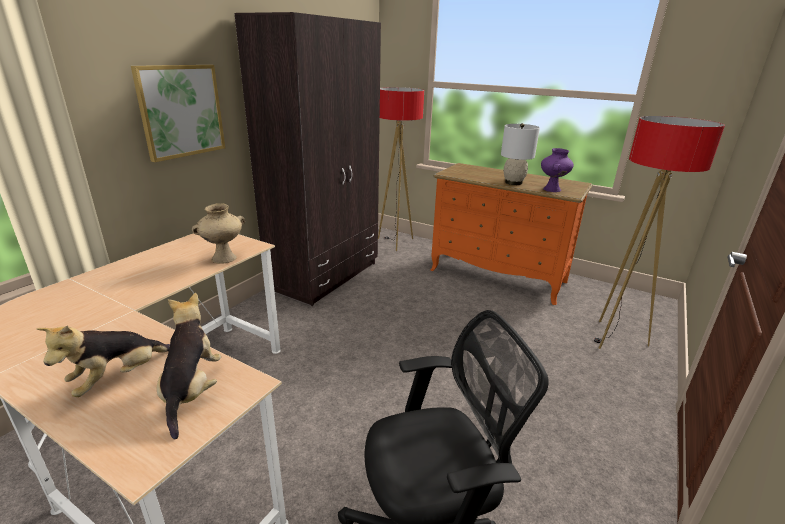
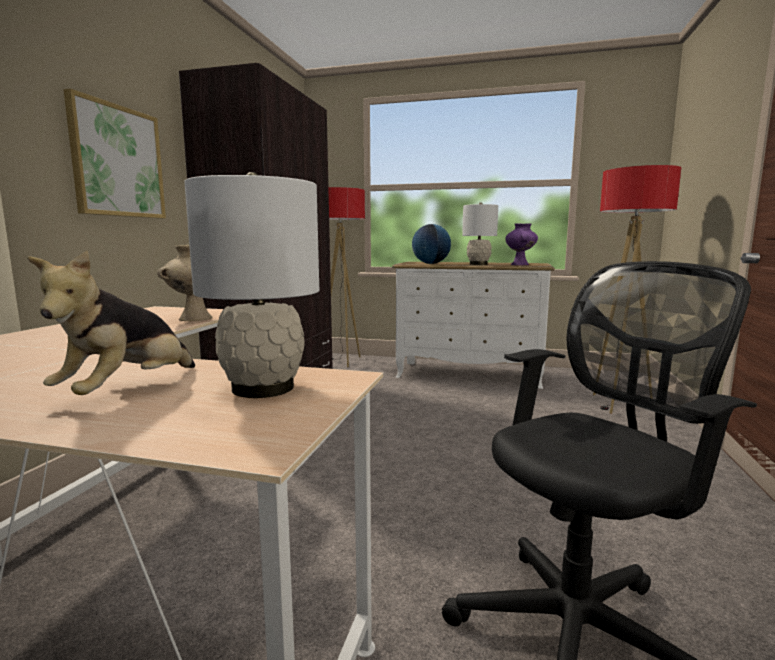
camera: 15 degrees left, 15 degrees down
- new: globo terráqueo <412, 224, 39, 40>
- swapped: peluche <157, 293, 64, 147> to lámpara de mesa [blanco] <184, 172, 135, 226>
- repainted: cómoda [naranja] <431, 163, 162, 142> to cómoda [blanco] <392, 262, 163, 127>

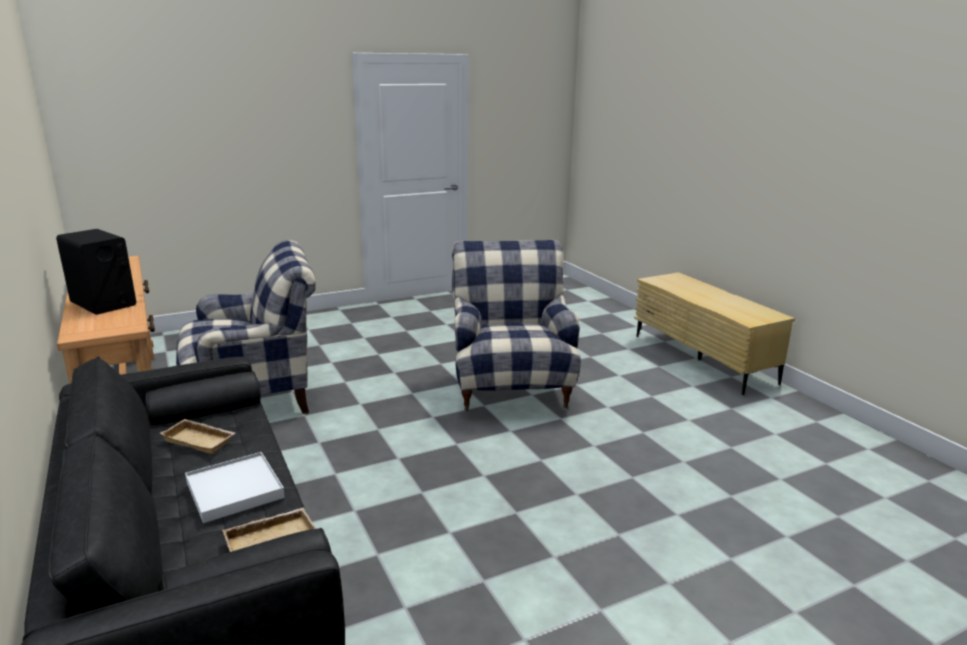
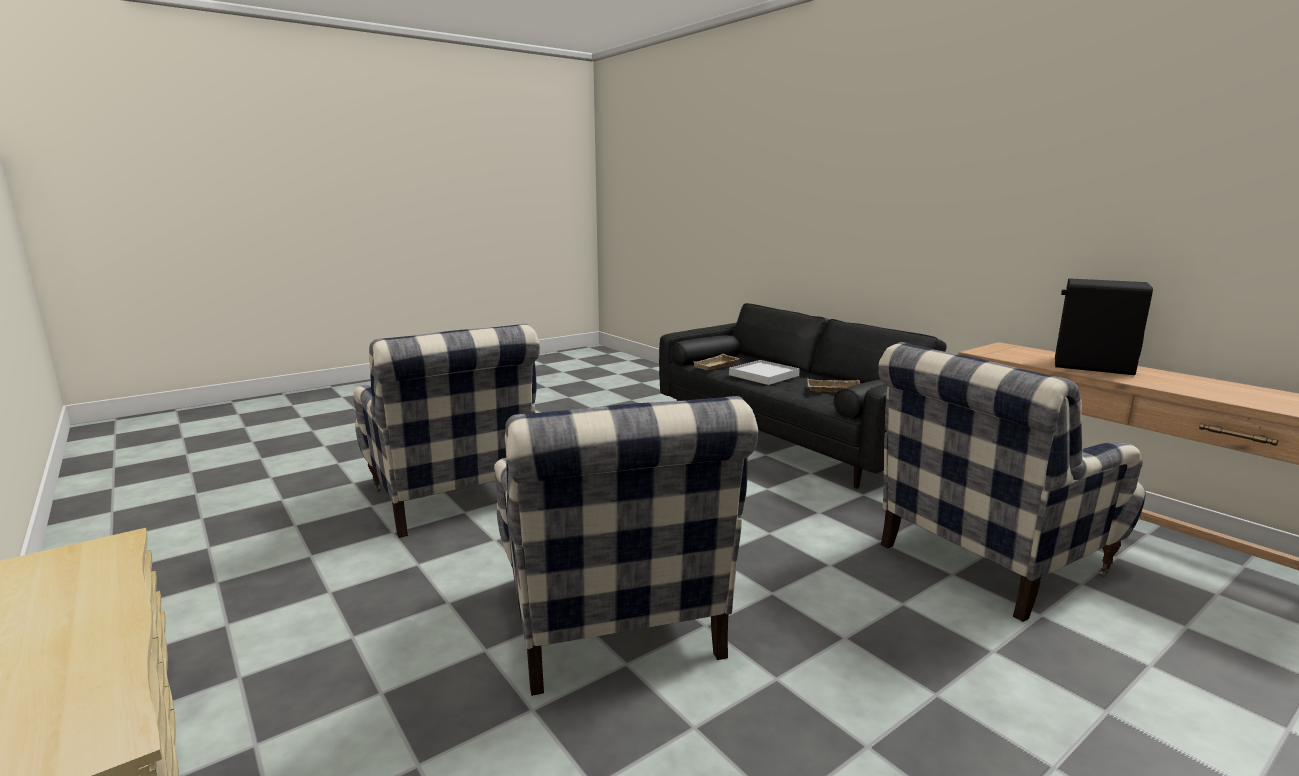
camera: 170 degrees right, 5 degrees down
- new: sillón <353, 324, 187, 214>

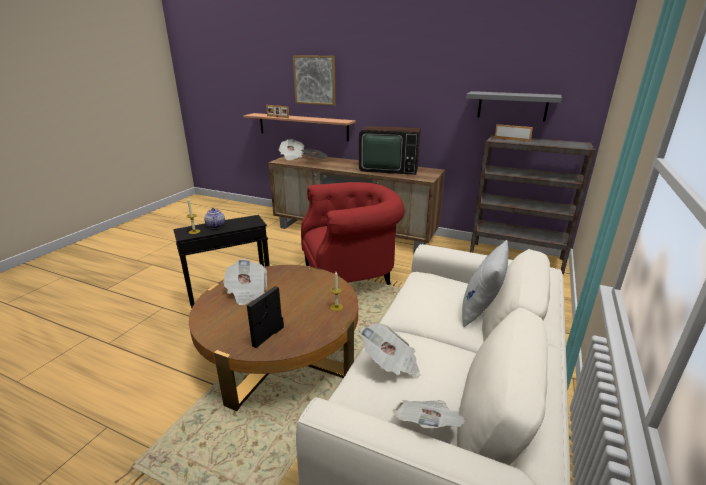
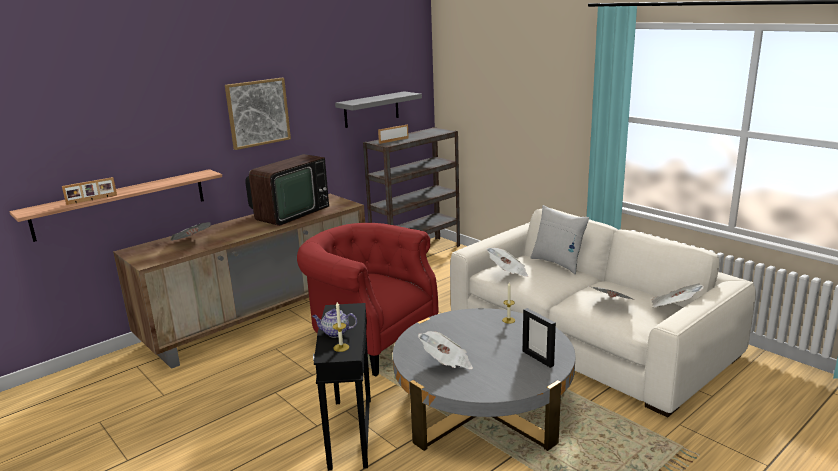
camera: 65 degrees left, 5 degrees down
- shifted: periódico <278, 139, 26, 21> to <486, 248, 42, 29>
- shifted: cuadro <293, 55, 43, 50> to <225, 78, 66, 72>
- repainted: mesa de centro [marrón] <189, 265, 169, 146> to mesa de centro [gris] <393, 308, 183, 143>
- rotated: sillón [rojo] <301, 182, 103, 103> = <297, 223, 141, 154> 60 degrees counterclockwise

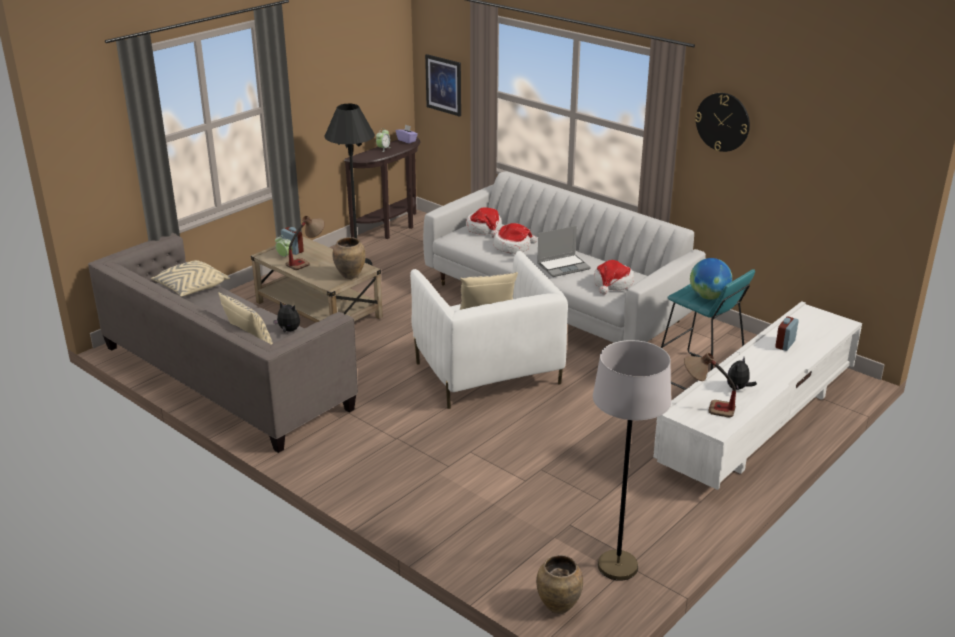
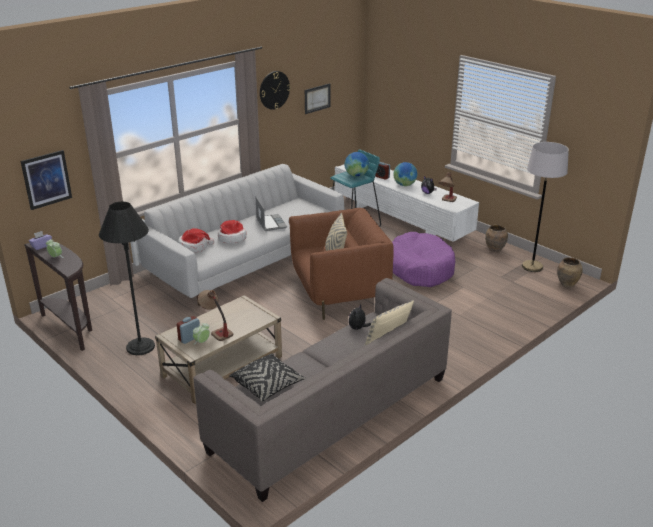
camera: 85 degrees left, 0 degrees up
- gone: sombrero <594, 260, 40, 34>
- new: cuadro <305, 83, 25, 31>
- new: cama para perro [morado] <392, 232, 63, 55>
- new: globo terráqueo <393, 162, 25, 24>
- shifted: florero [marrón] <332, 237, 34, 42> to <485, 224, 23, 28>
- repainted: cojín [beis] <151, 260, 79, 37> to cojín [negro] <229, 353, 77, 48>
- repainted: sillón [blanco] <410, 251, 158, 158> to sillón [marrón] <289, 208, 105, 112>

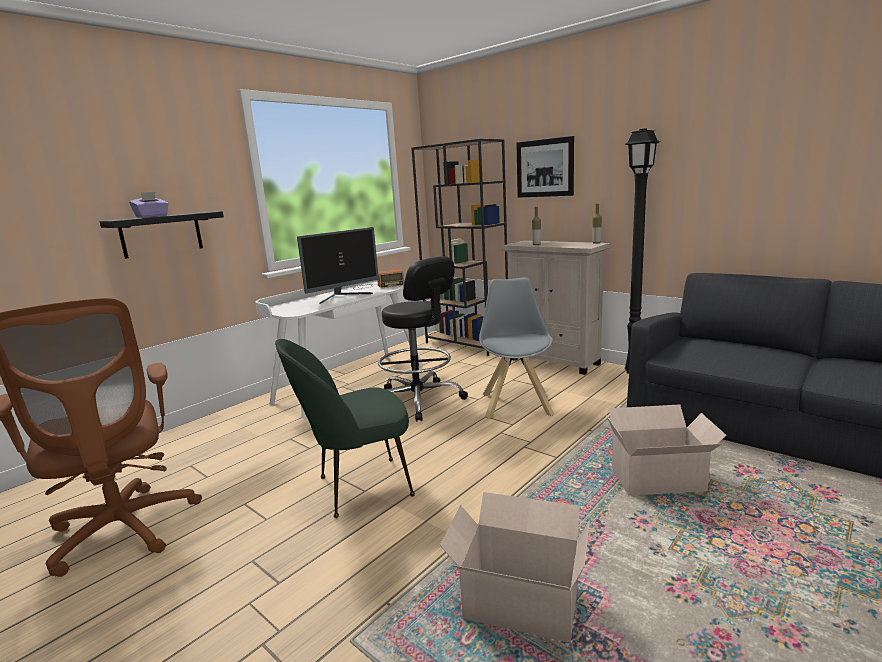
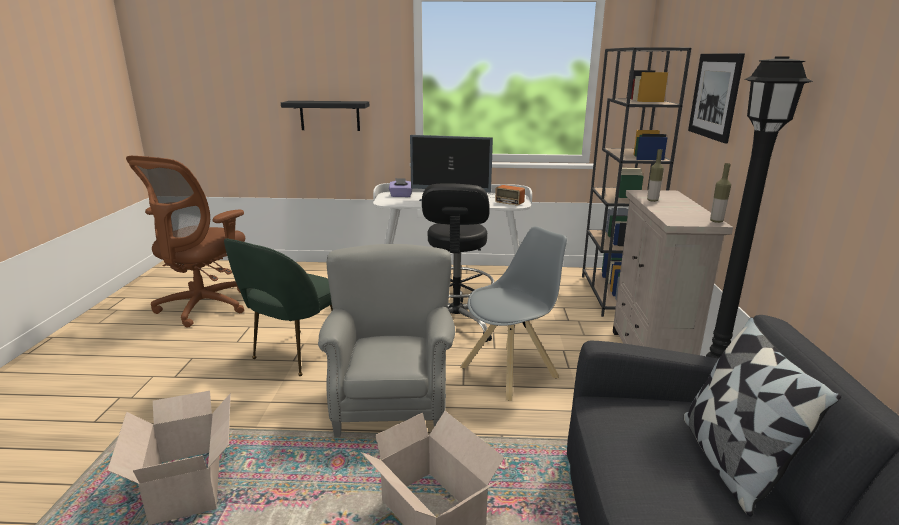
camera: 50 degrees right, 5 degrees up
- new: sillón [gris] <318, 244, 137, 193>
- new: cojín <683, 317, 158, 199>
- shifted: caja de pañuelos [morado] <129, 192, 40, 25> to <389, 178, 24, 19>
- rotated: silla [verde] <275, 339, 140, 179> = <224, 238, 109, 138> 90 degrees counterclockwise

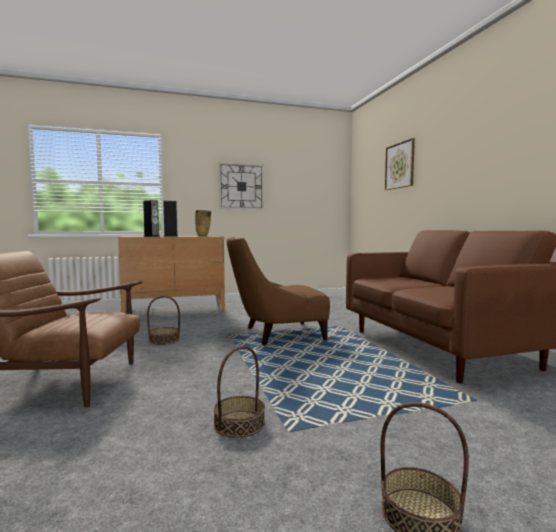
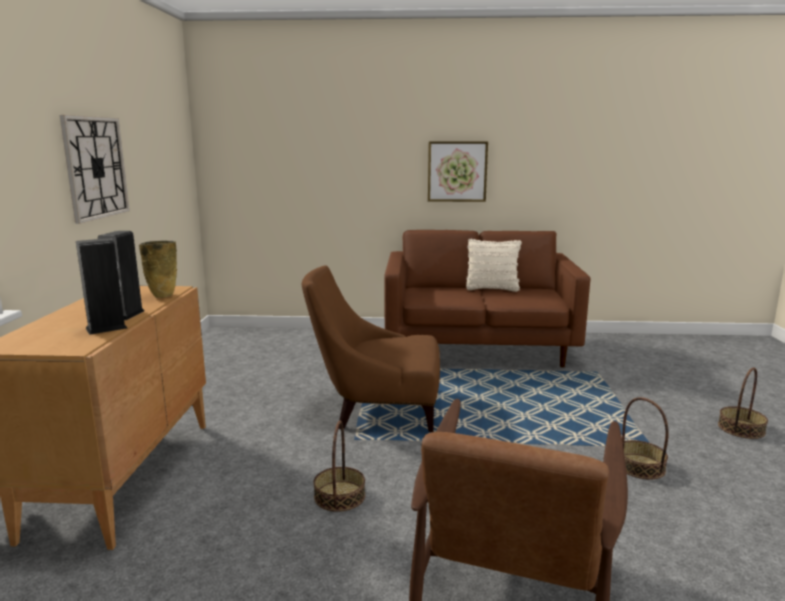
camera: 70 degrees left, 10 degrees up
- new: cojín [beis] <466, 239, 56, 53>
- shifted: cuadro <385, 138, 30, 52> to <428, 141, 60, 61>
- rotated: sillón [marrón] <226, 237, 104, 109> = <302, 265, 138, 167> 90 degrees clockwise

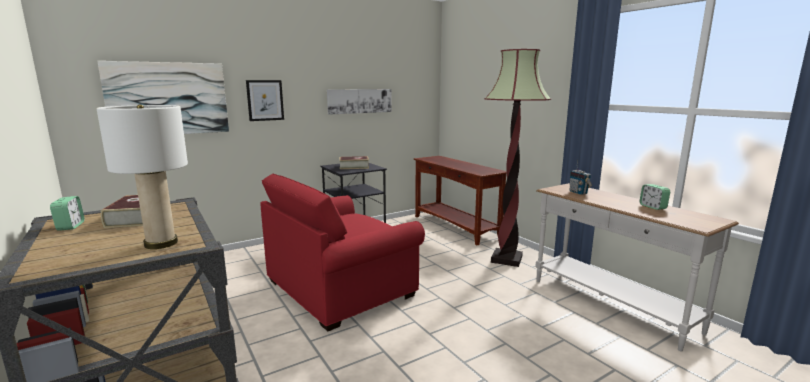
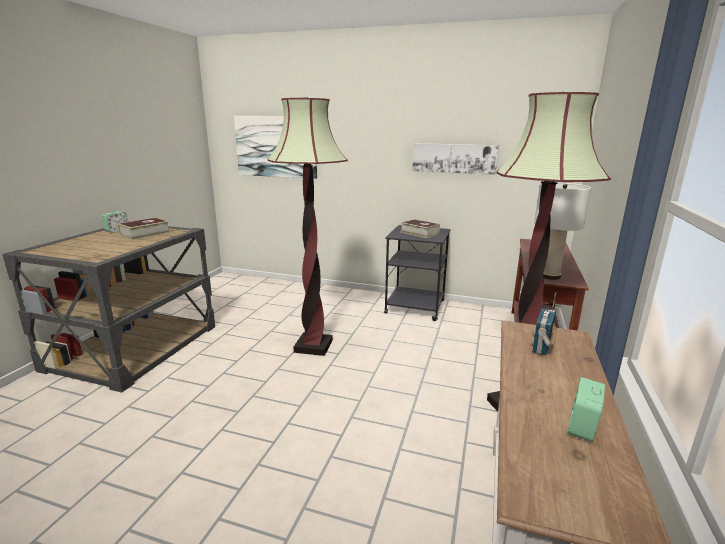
camera: 50 degrees right, 5 degrees up
- gone: cuadro <246, 80, 38, 41>
- shifted: lámpara de mesa [blanco] <97, 105, 91, 144> to <534, 183, 57, 97>
- swapped: sillón [rojo] <260, 173, 165, 158> to lámpara de pie <268, 97, 80, 259>

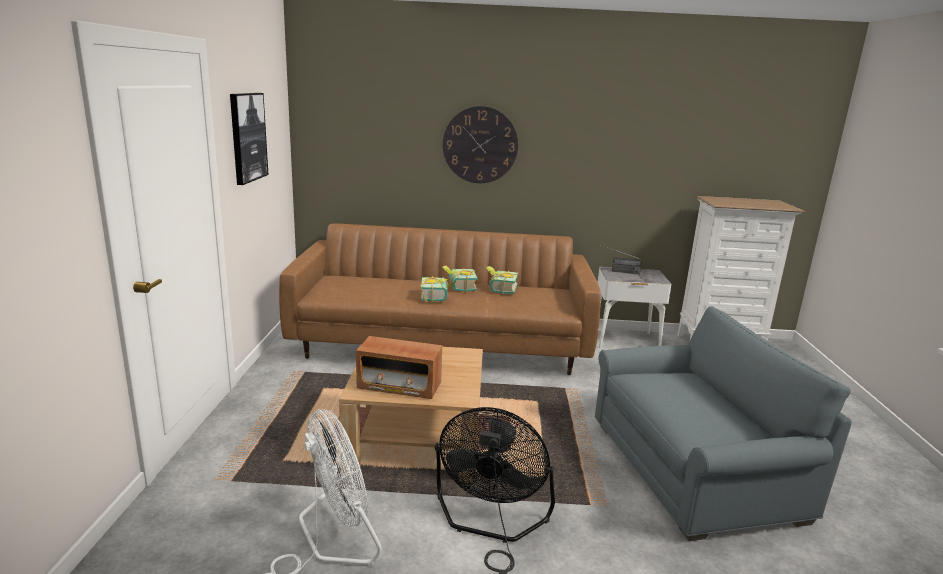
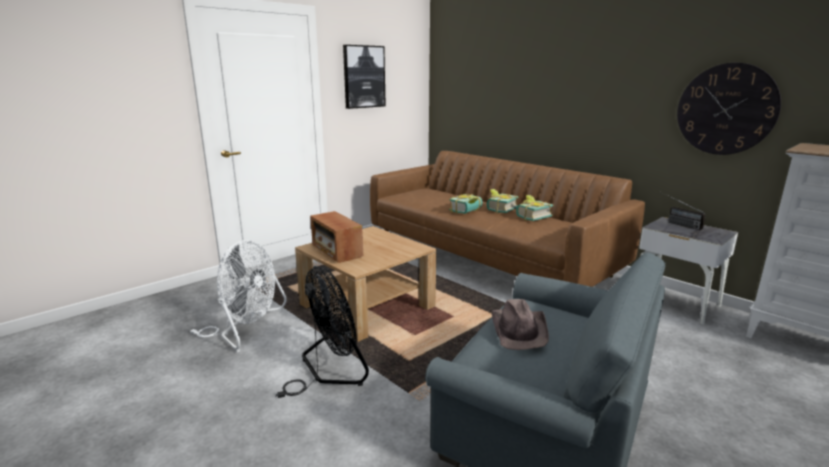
camera: 45 degrees right, 0 degrees up
- new: sombrero [marrón] <491, 299, 58, 51>
- shifted: reloj de pared <443, 106, 75, 77> to <677, 63, 104, 92>

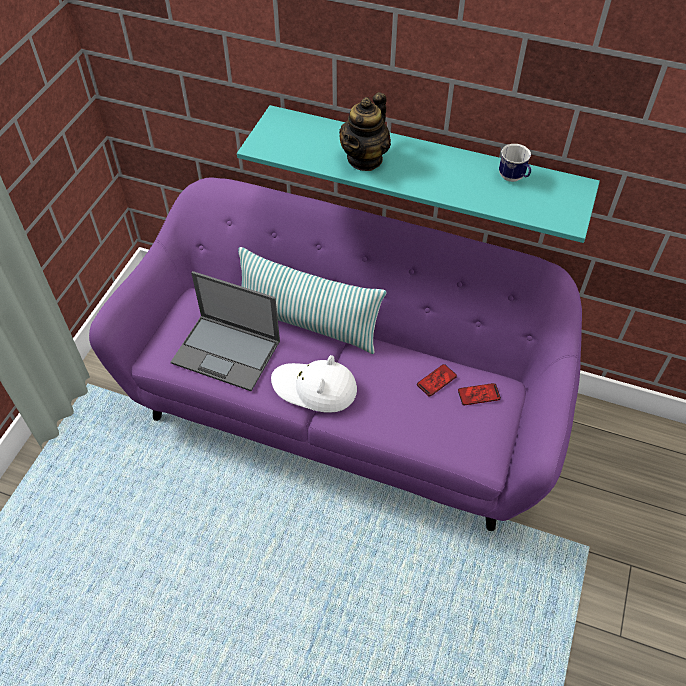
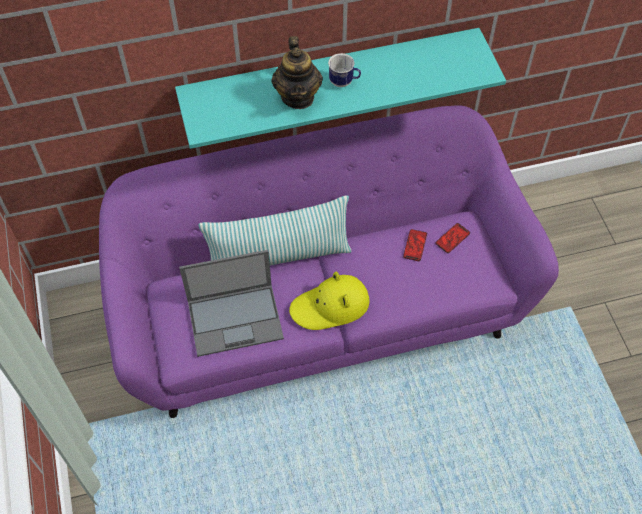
camera: 35 degrees left, 5 degrees up
- shifted: taza grande <499, 144, 32, 38> to <328, 53, 33, 34>
- repainted: sombrero [blanco] <271, 355, 86, 58> to sombrero [amarillo] <289, 272, 80, 58>

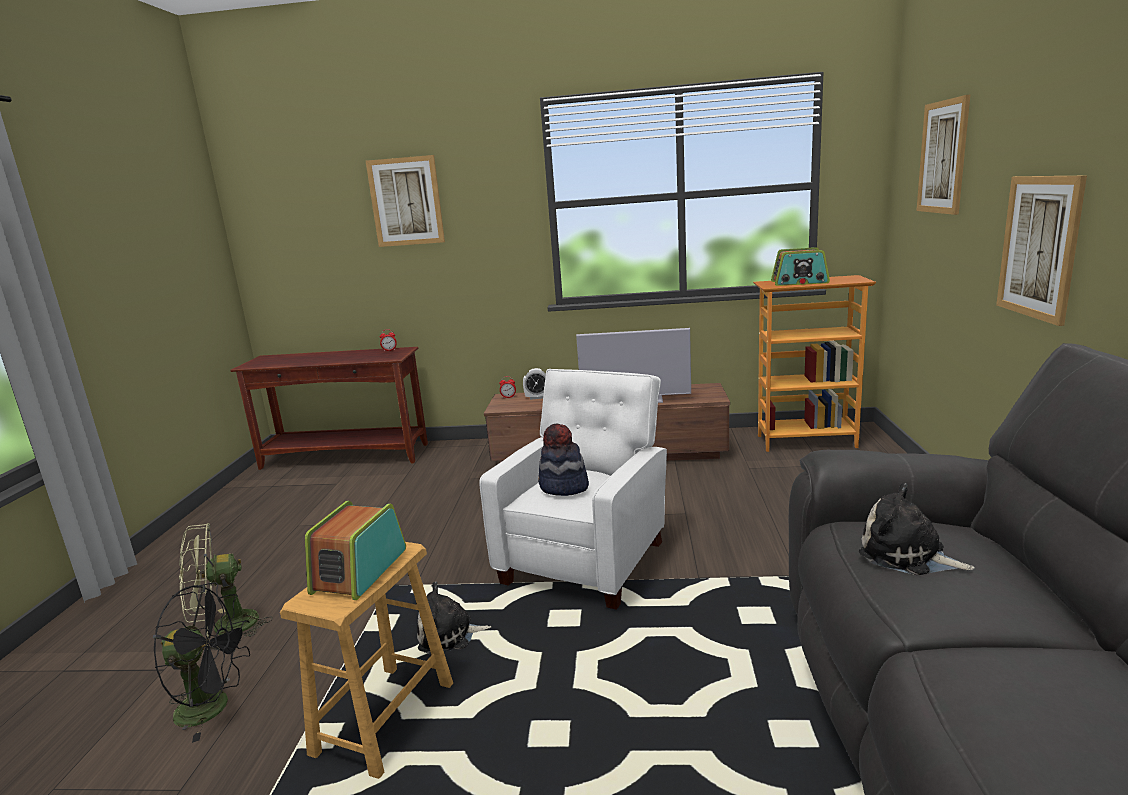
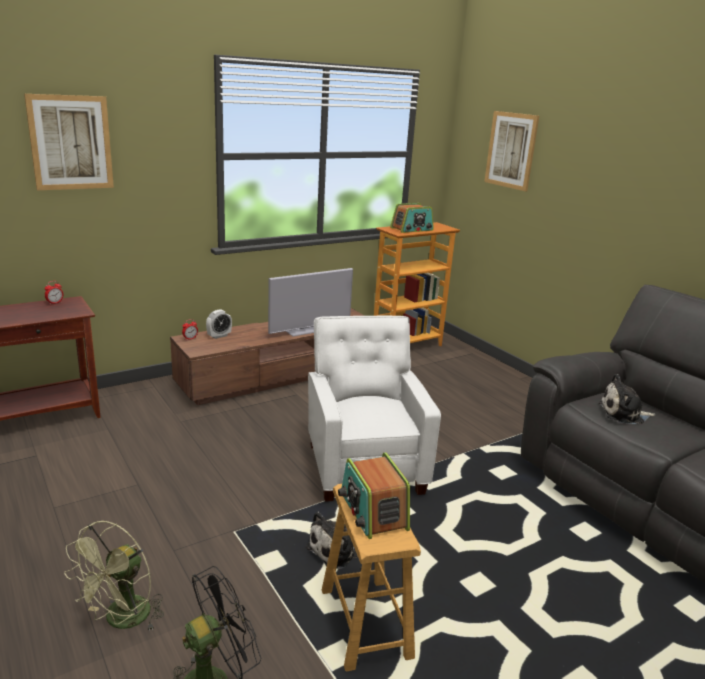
camera: 40 degrees left, 5 degrees up
- gone: sombrero <538, 424, 51, 72>
- gone: cuadro <996, 176, 91, 150>

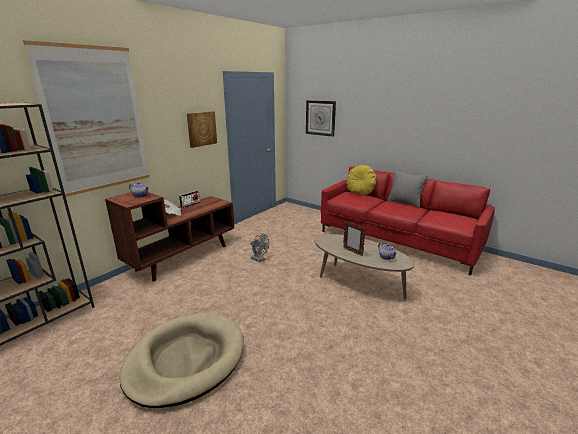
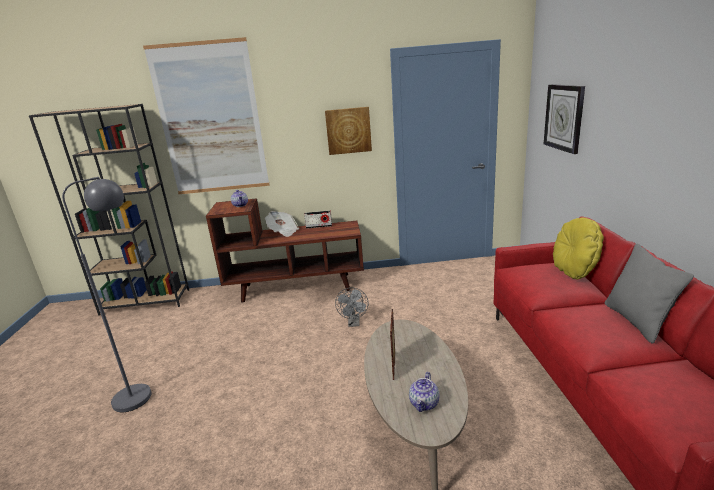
camera: 50 degrees right, 0 degrees up
- swapped: cama para perro [beis] <119, 313, 125, 95> to lámpara de pie [gris] <62, 177, 90, 235>

